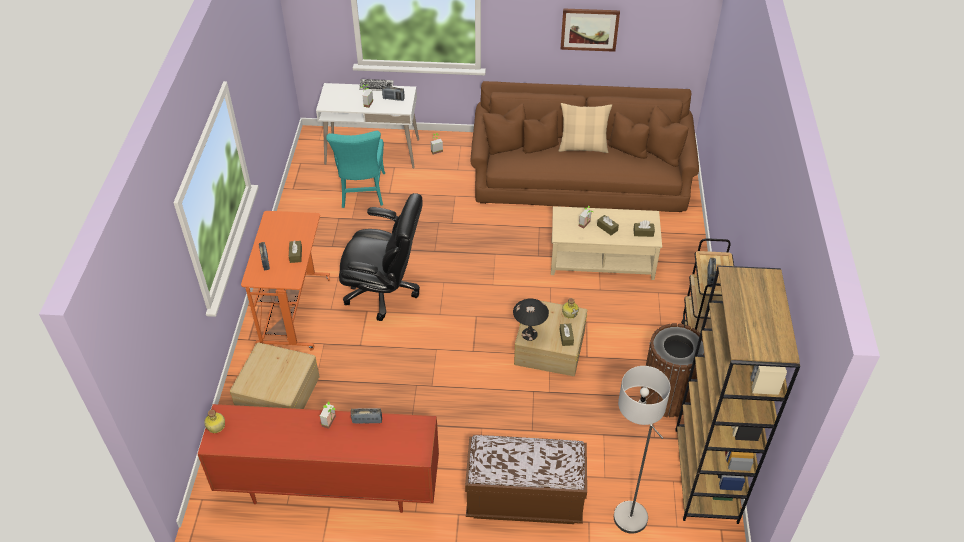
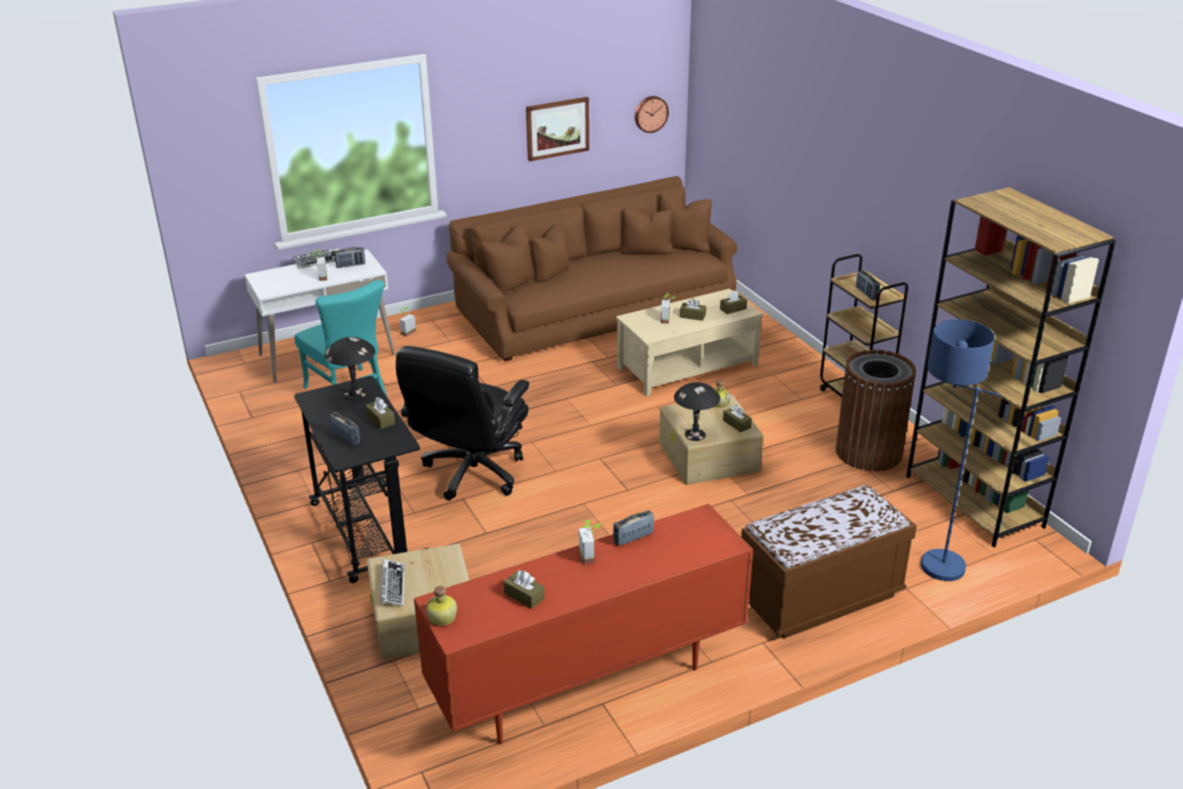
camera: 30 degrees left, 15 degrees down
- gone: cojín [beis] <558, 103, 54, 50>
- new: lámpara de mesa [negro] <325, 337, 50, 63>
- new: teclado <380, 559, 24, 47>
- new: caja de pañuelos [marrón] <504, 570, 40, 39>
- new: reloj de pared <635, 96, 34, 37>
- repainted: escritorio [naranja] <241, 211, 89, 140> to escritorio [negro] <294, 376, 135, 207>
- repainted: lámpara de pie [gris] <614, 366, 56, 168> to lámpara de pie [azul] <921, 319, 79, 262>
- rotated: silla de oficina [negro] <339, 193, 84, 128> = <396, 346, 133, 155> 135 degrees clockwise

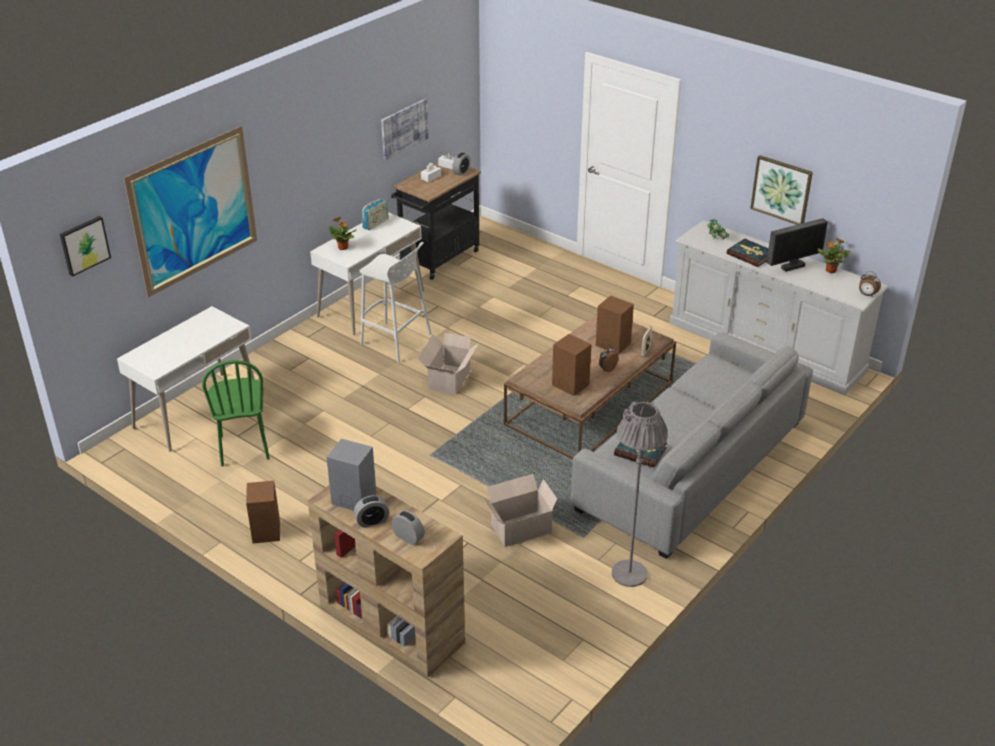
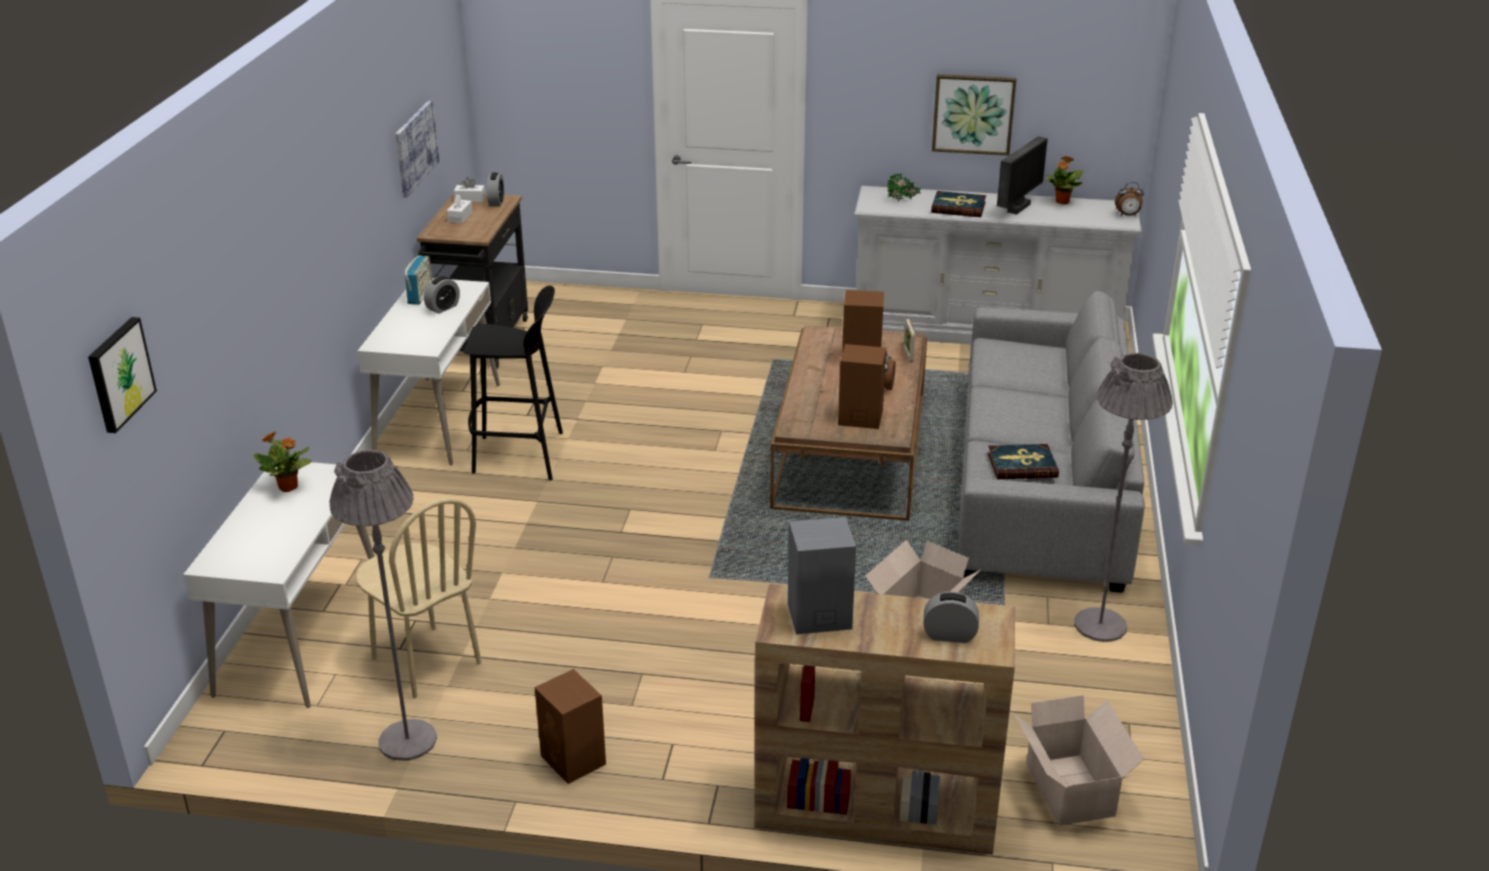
camera: 30 degrees left, 5 degrees down
- gone: cuadro <124, 126, 133, 171>
- new: lámpara de pie [gris] <330, 450, 107, 311>
- shifted: planta en maceta <328, 217, 28, 33> to <253, 431, 59, 61>
- shifted: despertador <354, 495, 35, 33> to <424, 276, 36, 38>
- shifted: caja de cartón <418, 333, 62, 61> to <1014, 695, 130, 131>
- repainted: silla [verde] <202, 360, 68, 106> to silla [beis] <356, 498, 126, 200>
- repainted: taburete [blanco] <360, 242, 72, 121> to taburete [negro] <464, 286, 99, 194>

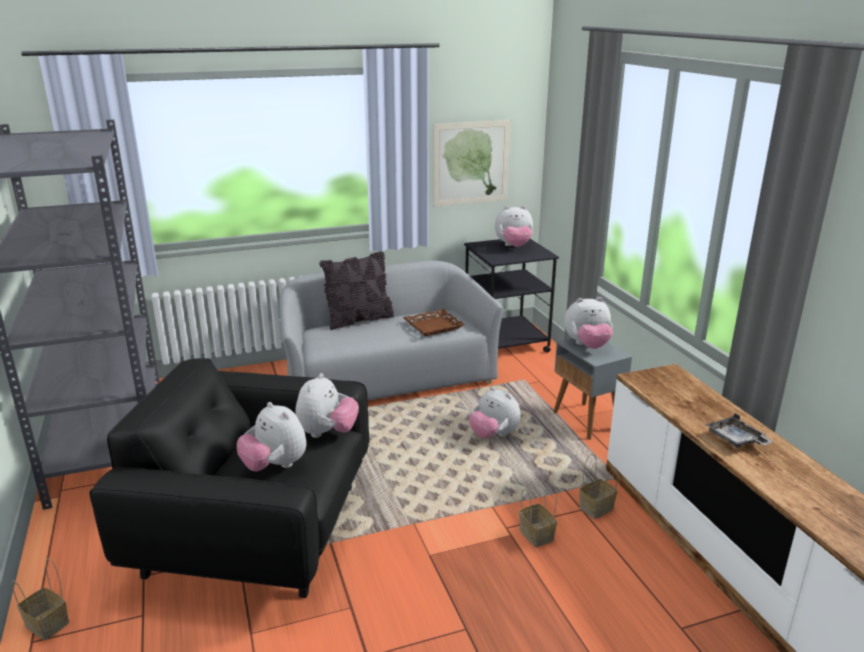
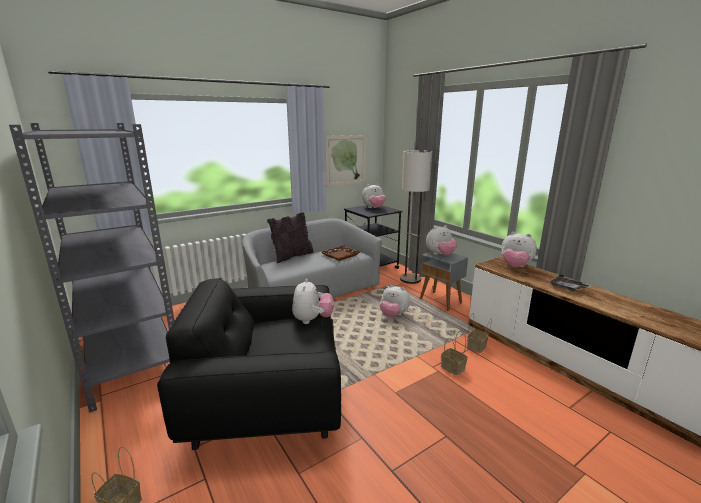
camera: 15 degrees left, 5 degrees down
- new: lámpara de pie <400, 150, 32, 134>
- shifted: peluche <237, 402, 70, 69> to <501, 232, 36, 36>

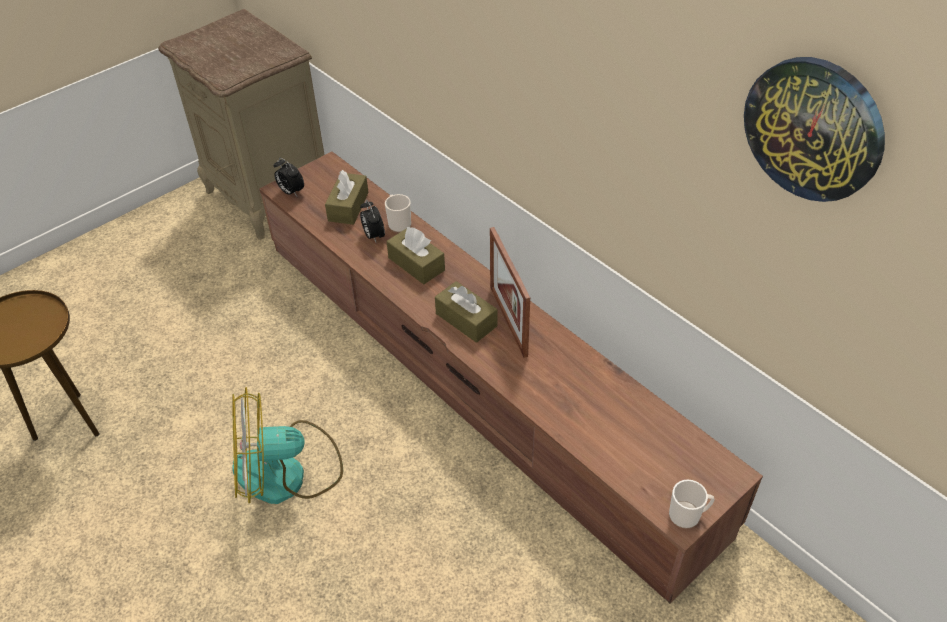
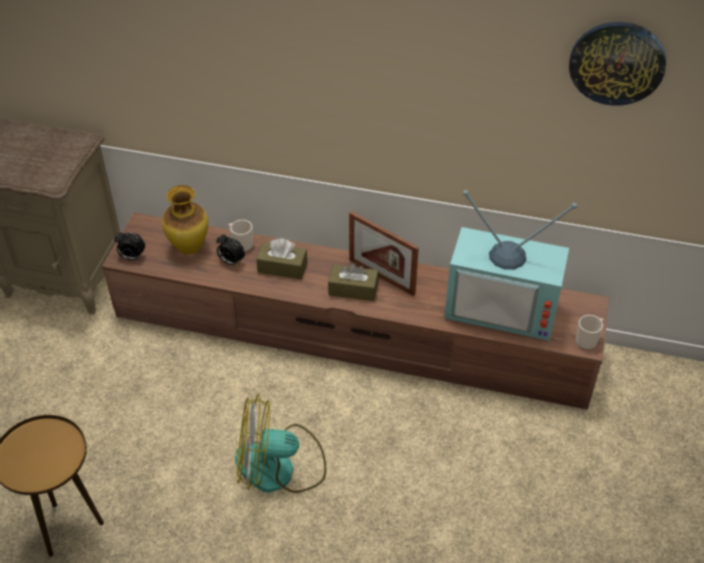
camera: 35 degrees left, 0 degrees up
- new: televisor <444, 190, 133, 151>
- swapped: caja de pañuelos [marrón] <325, 170, 44, 55> to florero <162, 185, 46, 70>
- rotated: ventilador <232, 387, 111, 117> = <235, 393, 92, 100> 45 degrees clockwise

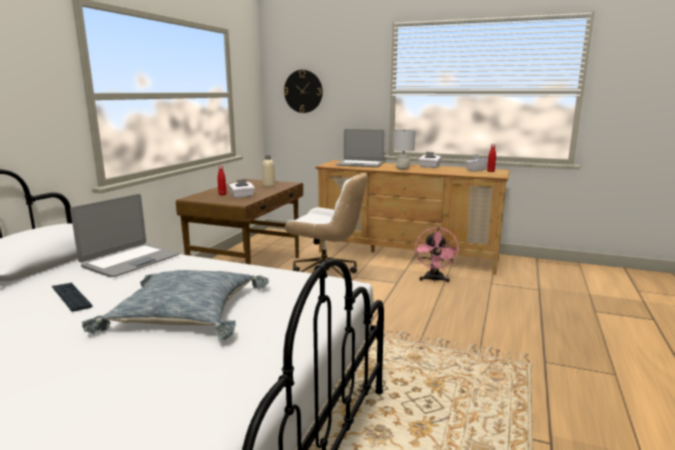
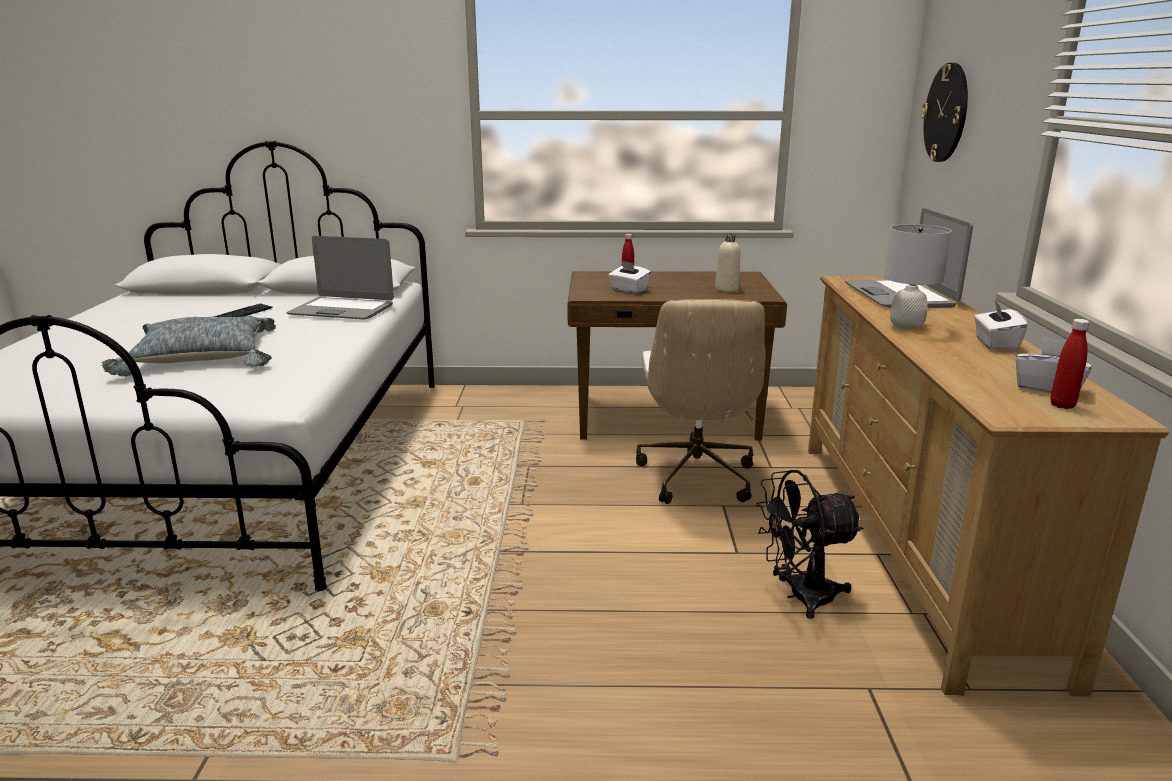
camera: 70 degrees right, 5 degrees up
- repainted: ventilador [rosa] <415, 227, 44, 55> to ventilador [negro] <756, 470, 107, 149>

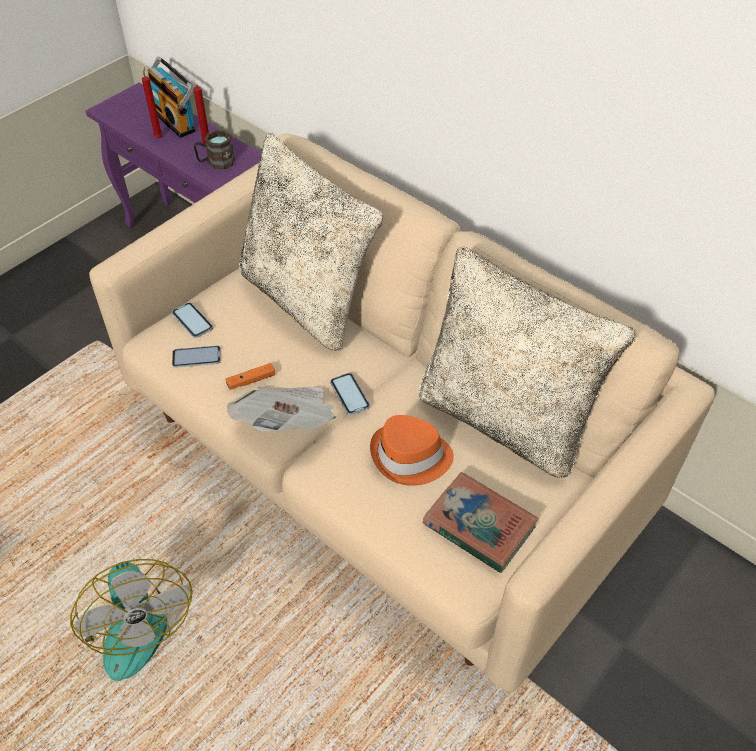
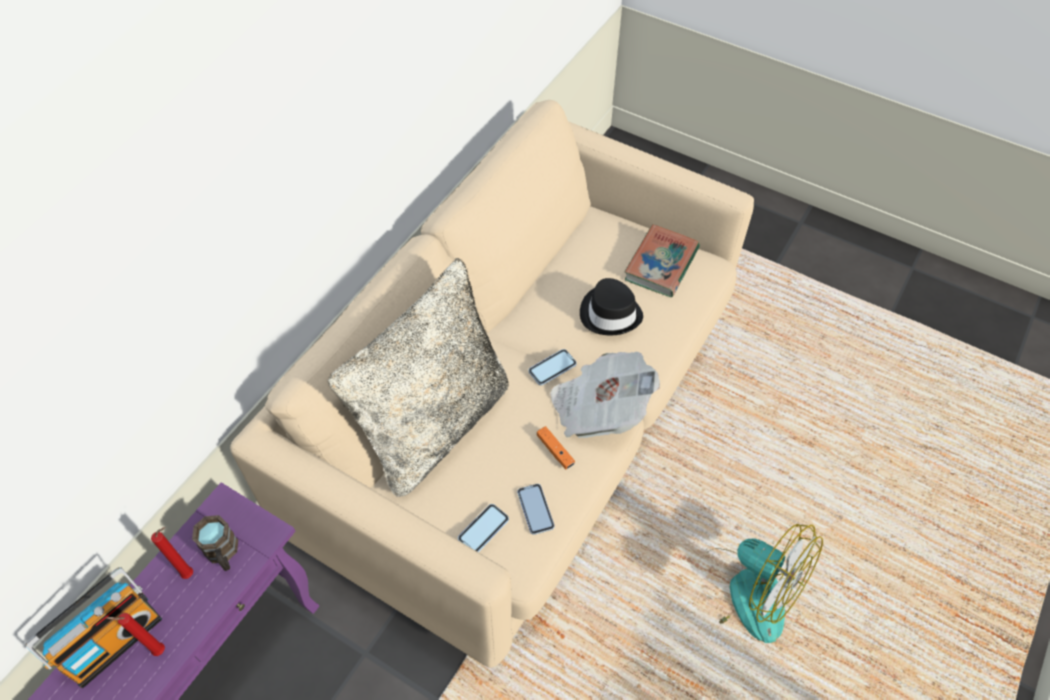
camera: 100 degrees left, 5 degrees up
- gone: cojín [beis] <419, 246, 218, 232>
- repainted: sombrero [naranja] <370, 415, 84, 71> to sombrero [negro] <580, 278, 63, 57>
- rotated: ventilador <70, 559, 123, 122> = <705, 524, 118, 119> 75 degrees clockwise

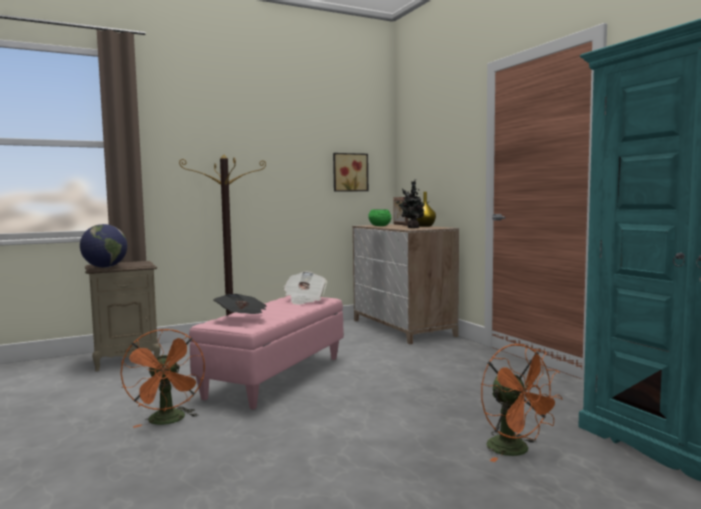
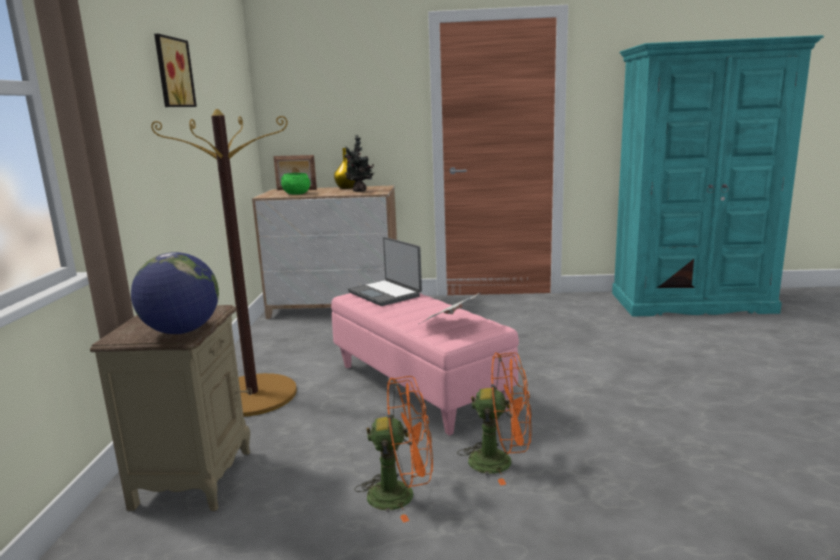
camera: 60 degrees left, 10 degrees up
- shifted: cuadro <333, 153, 35, 39> to <154, 34, 43, 73>
- shifted: ventilador [naranja] <481, 344, 82, 118> to <354, 376, 79, 147>
- swapped: periódico <283, 271, 45, 34> to portátil <348, 237, 74, 69>

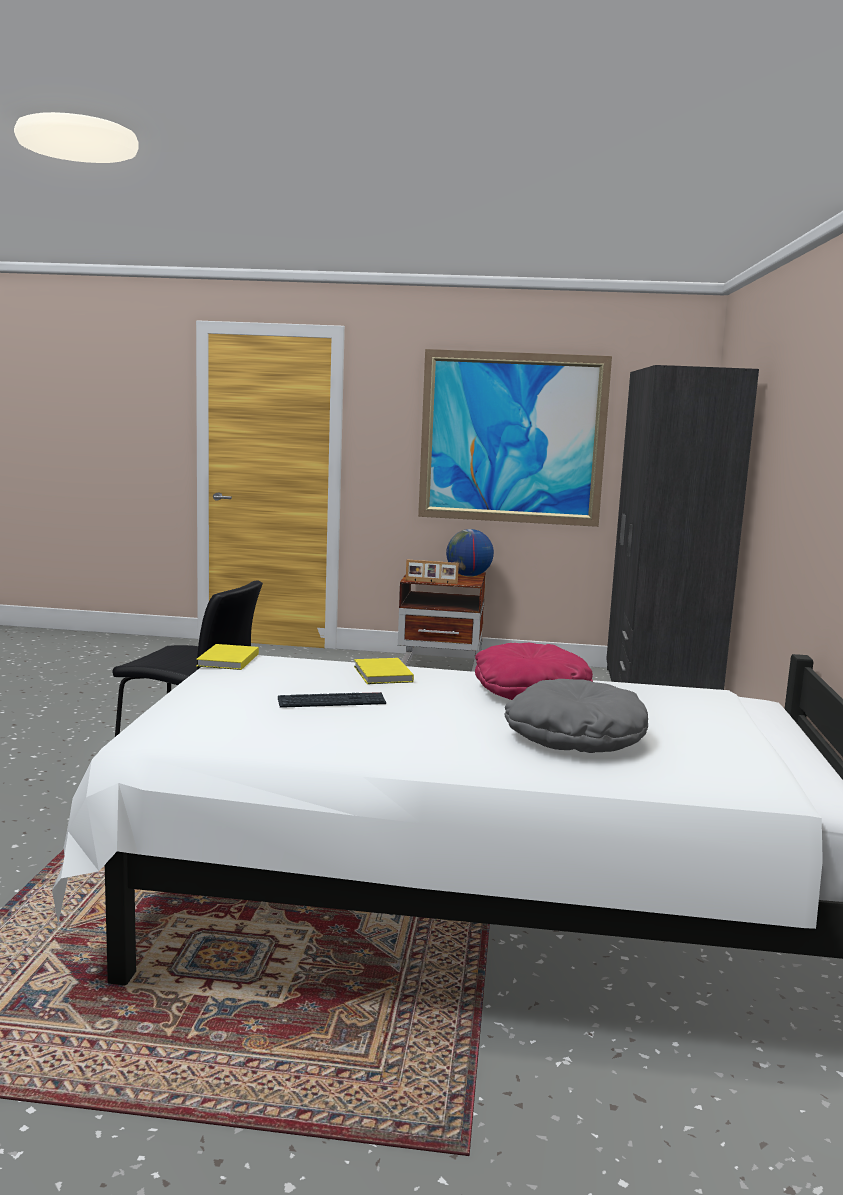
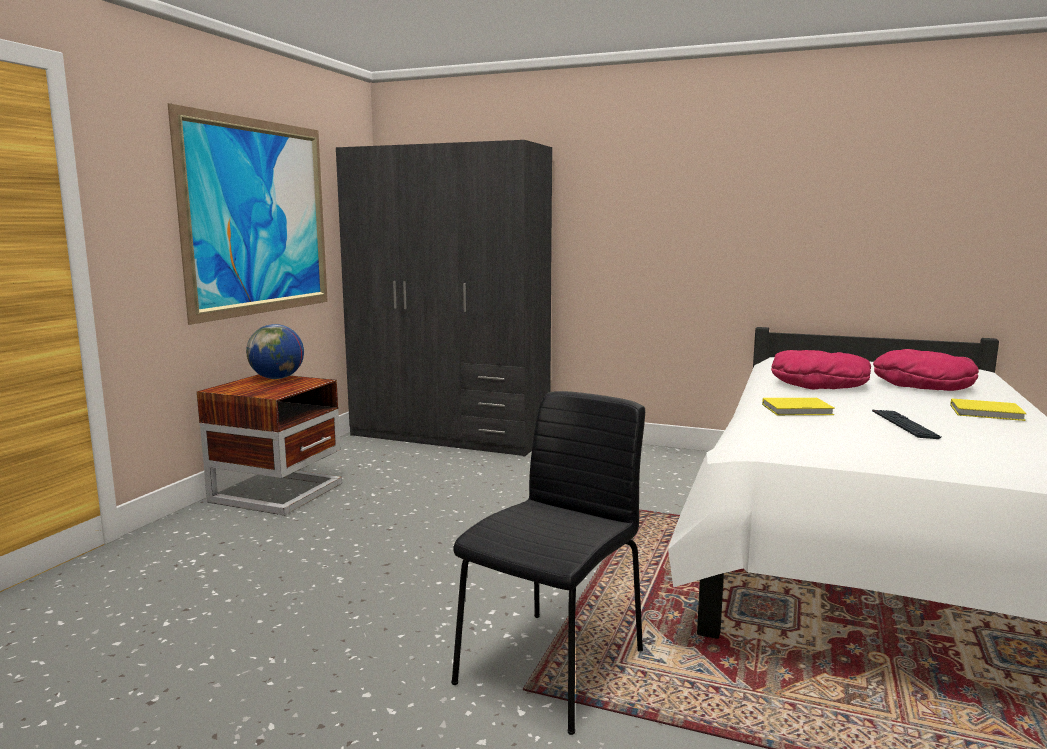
camera: 75 degrees left, 0 degrees up
- gone: portarretratos <406, 559, 53, 25>
- shifted: libro [amarillo] <196, 644, 63, 26> to <950, 398, 77, 23>
- repainted: cojín [gris] <505, 679, 143, 74> to cojín [rosa] <873, 349, 106, 42>

